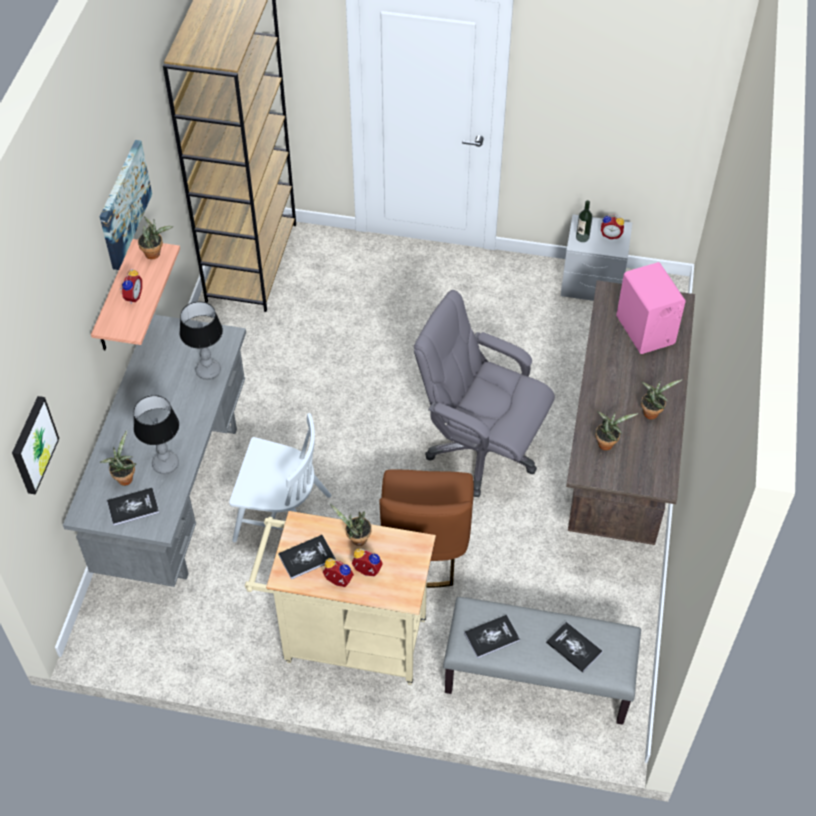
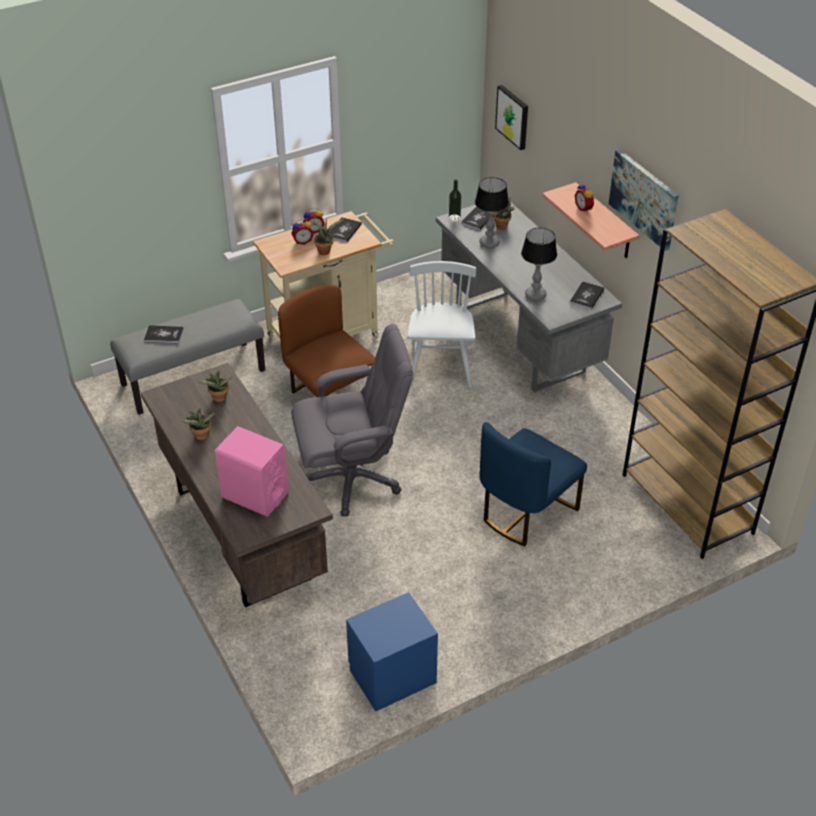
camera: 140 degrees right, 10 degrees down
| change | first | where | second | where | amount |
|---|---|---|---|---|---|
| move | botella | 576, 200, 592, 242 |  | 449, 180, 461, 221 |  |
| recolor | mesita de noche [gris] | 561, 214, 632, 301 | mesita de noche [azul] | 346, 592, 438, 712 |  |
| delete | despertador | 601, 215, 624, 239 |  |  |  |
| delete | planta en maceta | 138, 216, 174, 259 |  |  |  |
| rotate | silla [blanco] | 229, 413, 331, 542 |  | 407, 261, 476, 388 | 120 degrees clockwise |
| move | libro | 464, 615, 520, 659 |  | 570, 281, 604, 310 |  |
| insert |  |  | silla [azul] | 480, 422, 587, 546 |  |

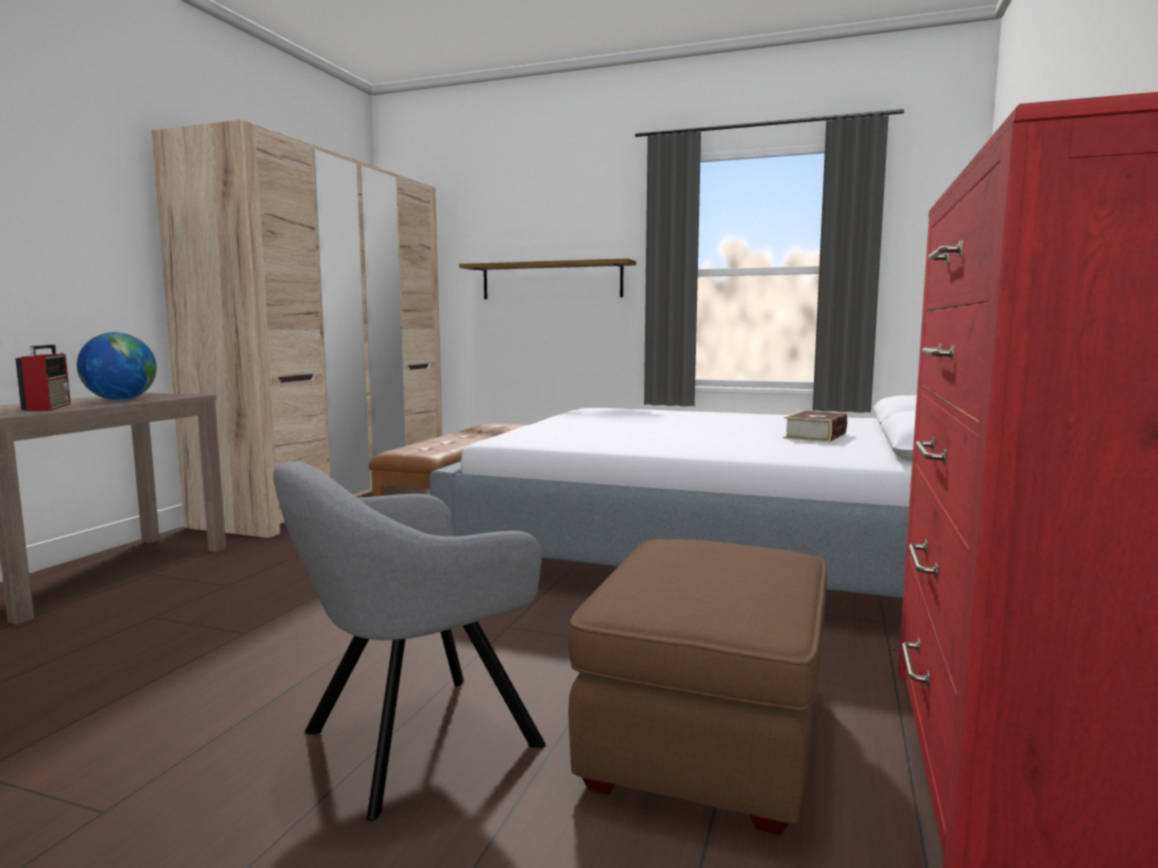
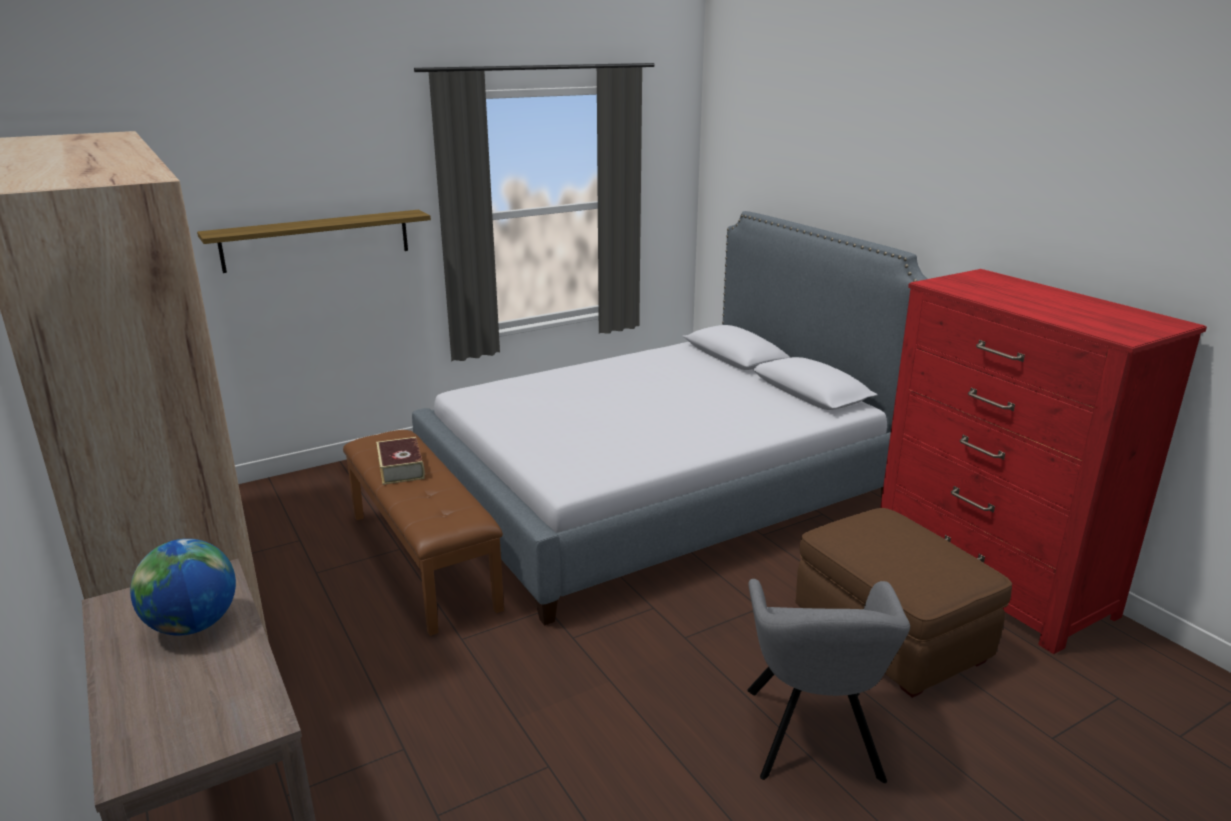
camera: 50 degrees left, 15 degrees up
| change | first | where | second | where | amount |
|---|---|---|---|---|---|
| delete | radio | 15, 345, 71, 411 |  |  |  |
| move | libro | 783, 410, 847, 442 |  | 376, 437, 425, 485 |  |

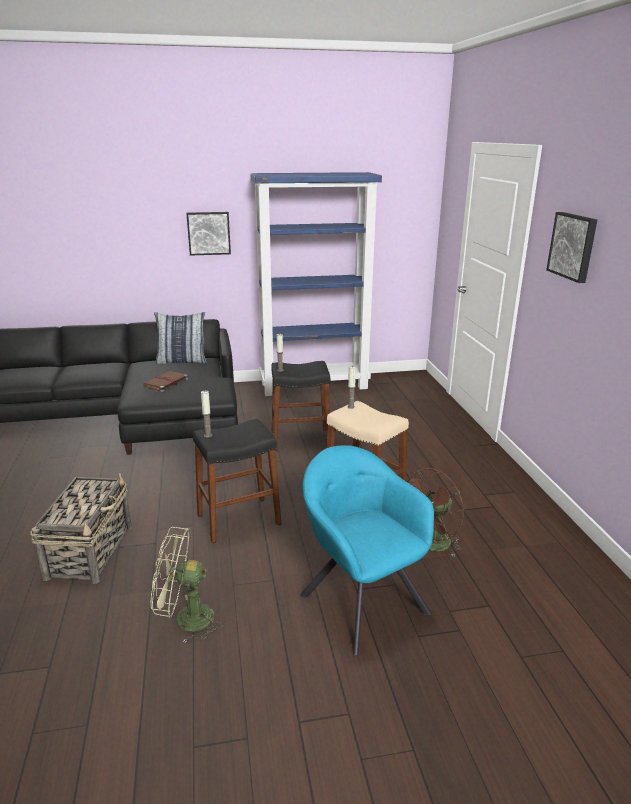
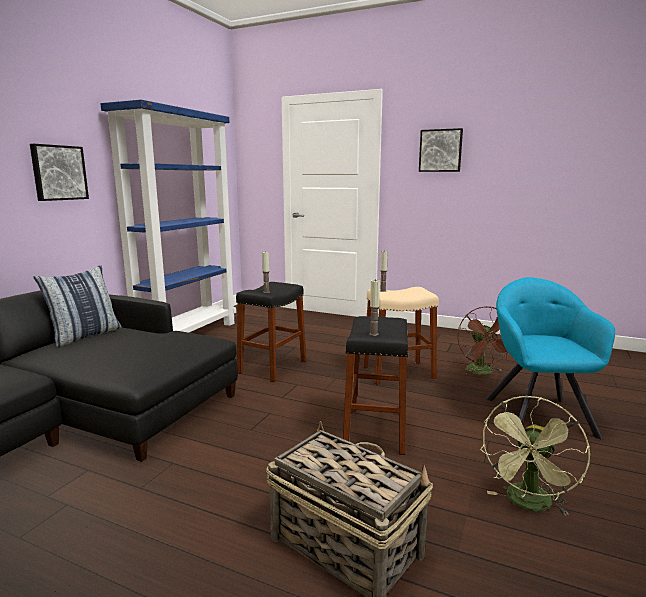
camera: 55 degrees left, 10 degrees down
| change | first | where | second | where | amount |
|---|---|---|---|---|---|
| delete | libro [marrón] | 143, 371, 188, 392 |  |  |  |
| rotate | sillón [turquesa] | 300, 445, 434, 656 |  | 486, 277, 615, 440 | 90 degrees clockwise |

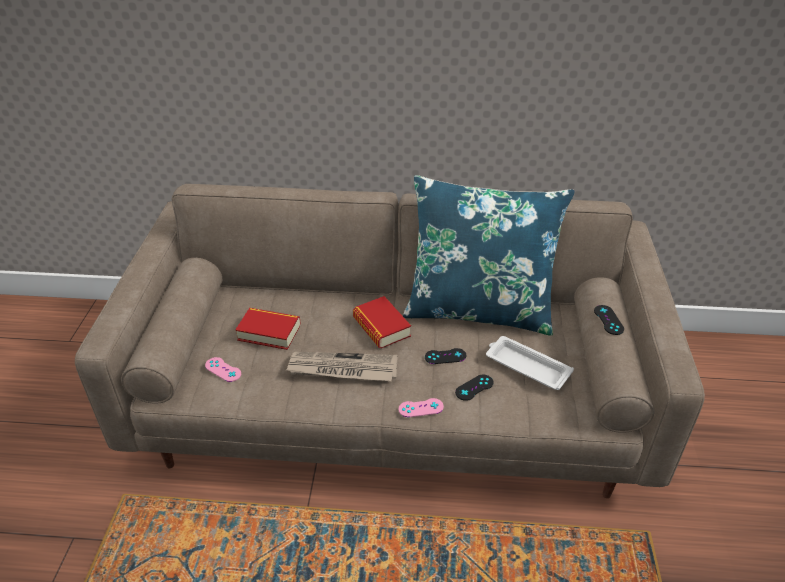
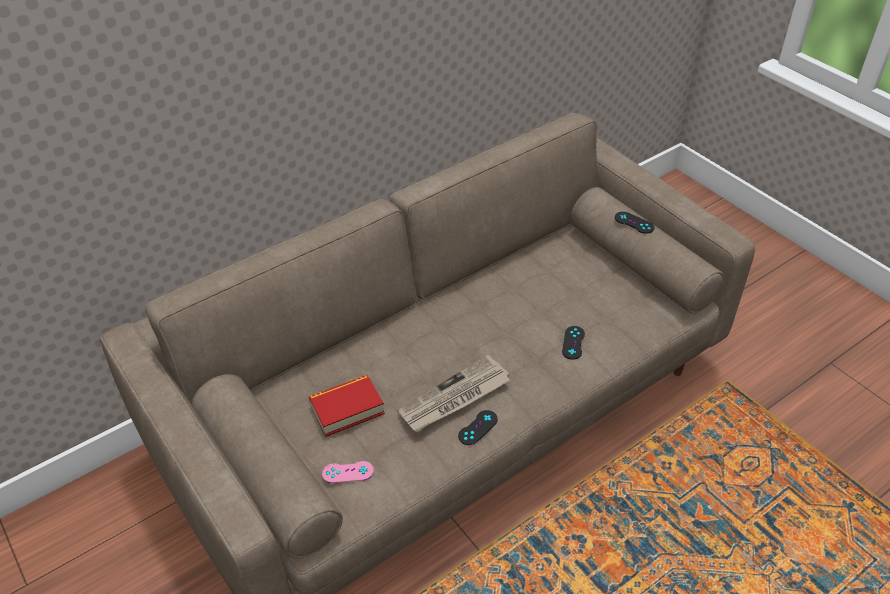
camera: 40 degrees left, 5 degrees up
| change | first | where | second | where | amount |
|---|---|---|---|---|---|
| delete | cojín [azul] | 403, 175, 575, 336 |  |  |  |
| delete | libro | 353, 296, 411, 348 |  |  |  |
| delete | bandeja [blanco] | 486, 336, 574, 390 |  |  |  |
| move | mando de consola [negro] | 425, 348, 467, 364 |  | 458, 410, 498, 445 |  |
| delete | mando de consola [rosa] | 399, 398, 444, 417 |  |  |  |

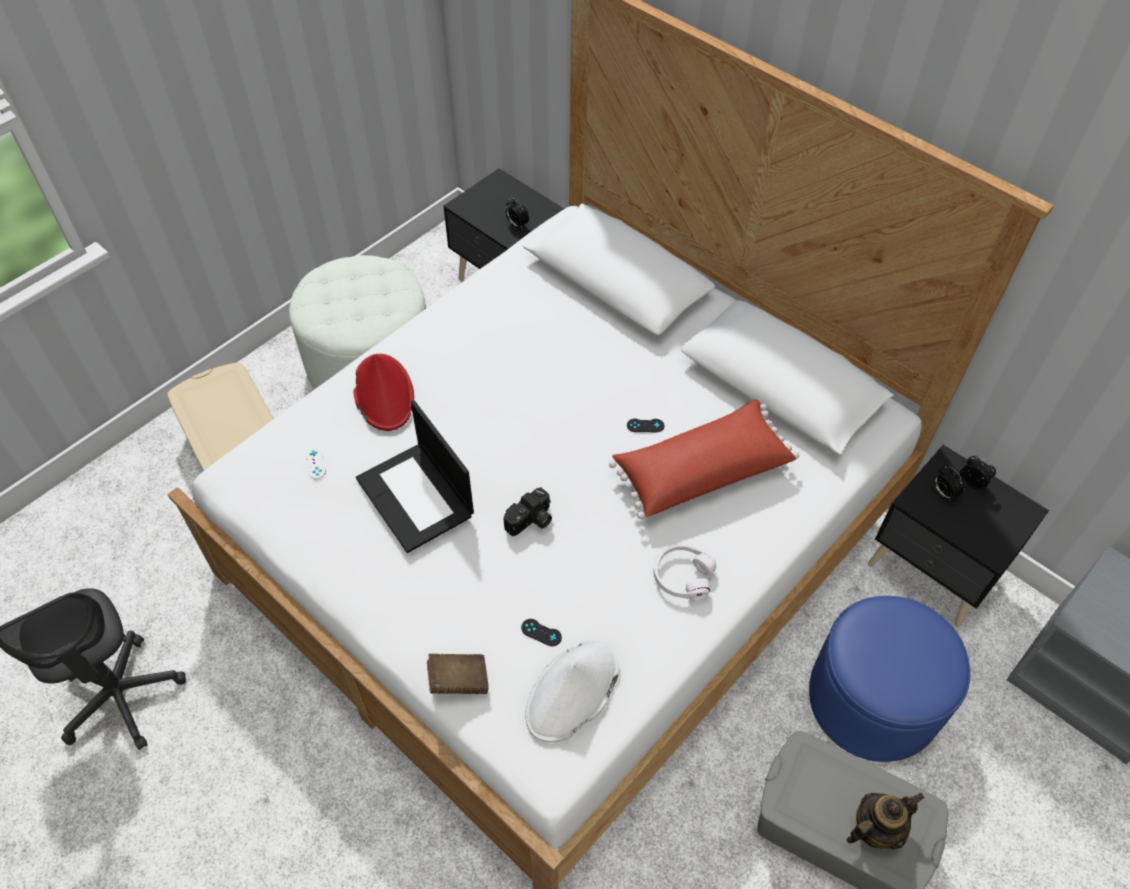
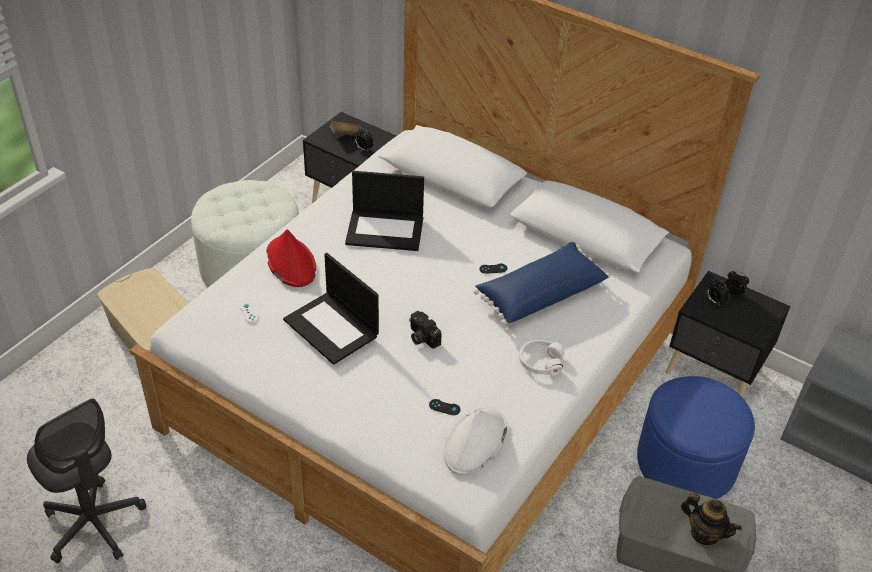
camera: 10 degrees left, 10 degrees down
| change | first | where | second | where | amount |
|---|---|---|---|---|---|
| recolor | cojín [rojo] | 609, 399, 799, 519 | cojín [azul] | 474, 242, 610, 325 |  |
| rotate | cámara | 503, 487, 552, 536 |  | 409, 311, 442, 349 | 105 degrees clockwise |
| move | libro [marrón] | 427, 654, 489, 694 |  | 330, 121, 361, 136 |  |
| rotate | tetera | 846, 793, 924, 850 |  | 681, 492, 742, 545 | 75 degrees clockwise |
| insert |  |  | portátil | 345, 171, 424, 251 |  |

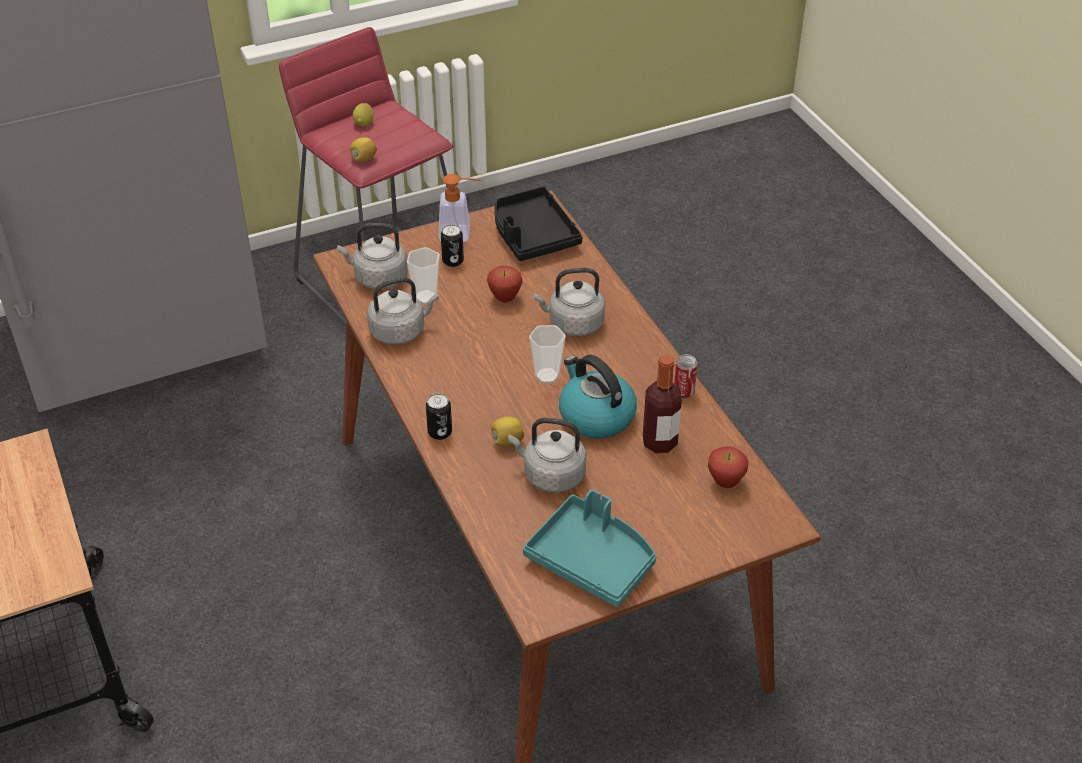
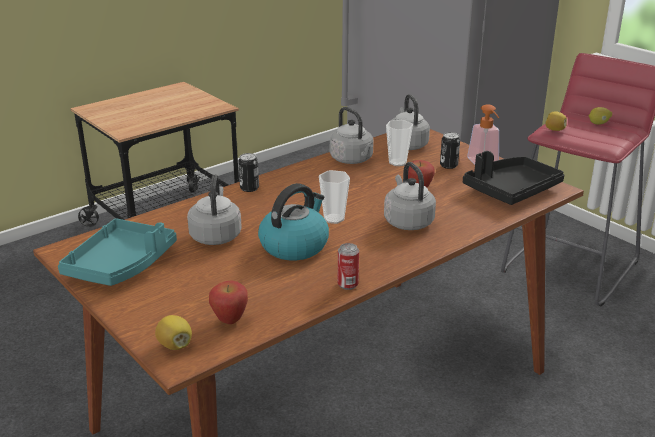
camera: 75 degrees right, 15 degrees down
| change | first | where | second | where | amount |
|---|---|---|---|---|---|
| delete | botella | 643, 355, 682, 453 |  |  |  |
| move | limón | 491, 416, 524, 447 |  | 155, 315, 192, 350 |  |

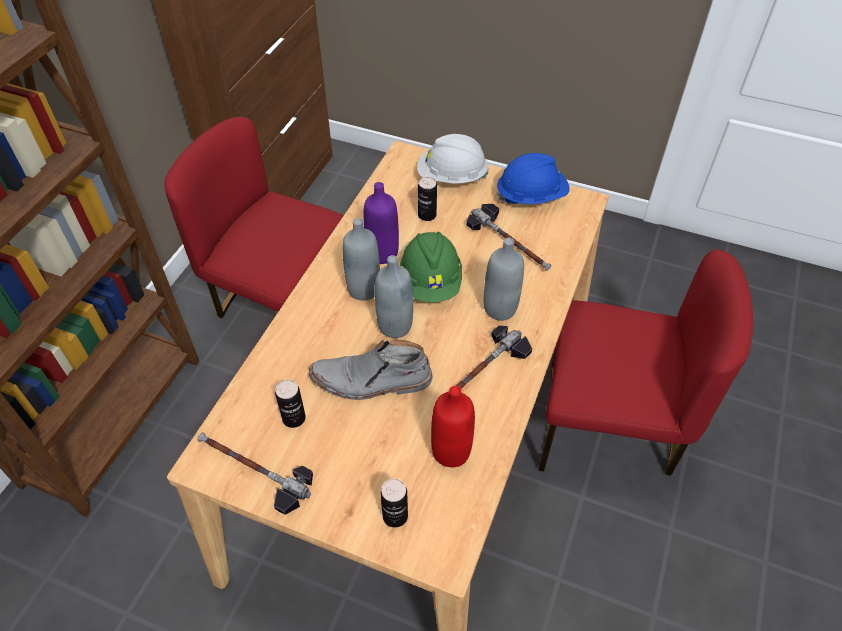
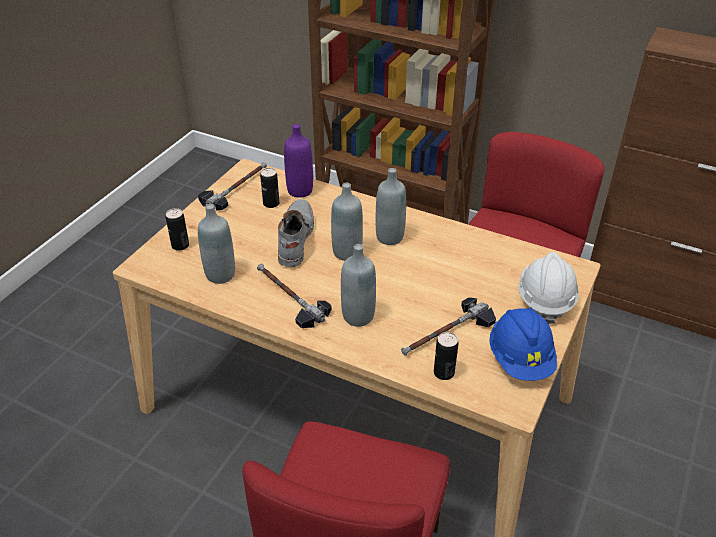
camera: 95 degrees right, 10 degrees down
| change | first | where | second | where | amount |
|---|---|---|---|---|---|
| move | lata | 418, 177, 437, 221 |  | 434, 332, 458, 380 |  |
| move | botella [morado] | 364, 182, 399, 264 |  | 284, 124, 313, 198 |  |
| delete | casco [verde] | 400, 232, 462, 302 |  |  |  |
| recolor | botella [rojo] | 431, 386, 475, 467 | botella [gris] | 198, 204, 235, 284 |  |

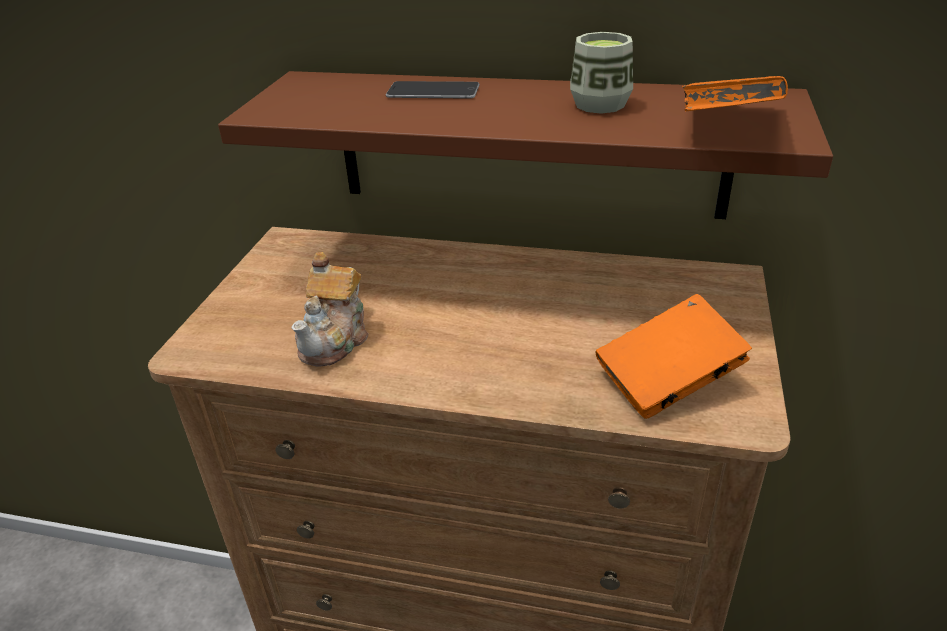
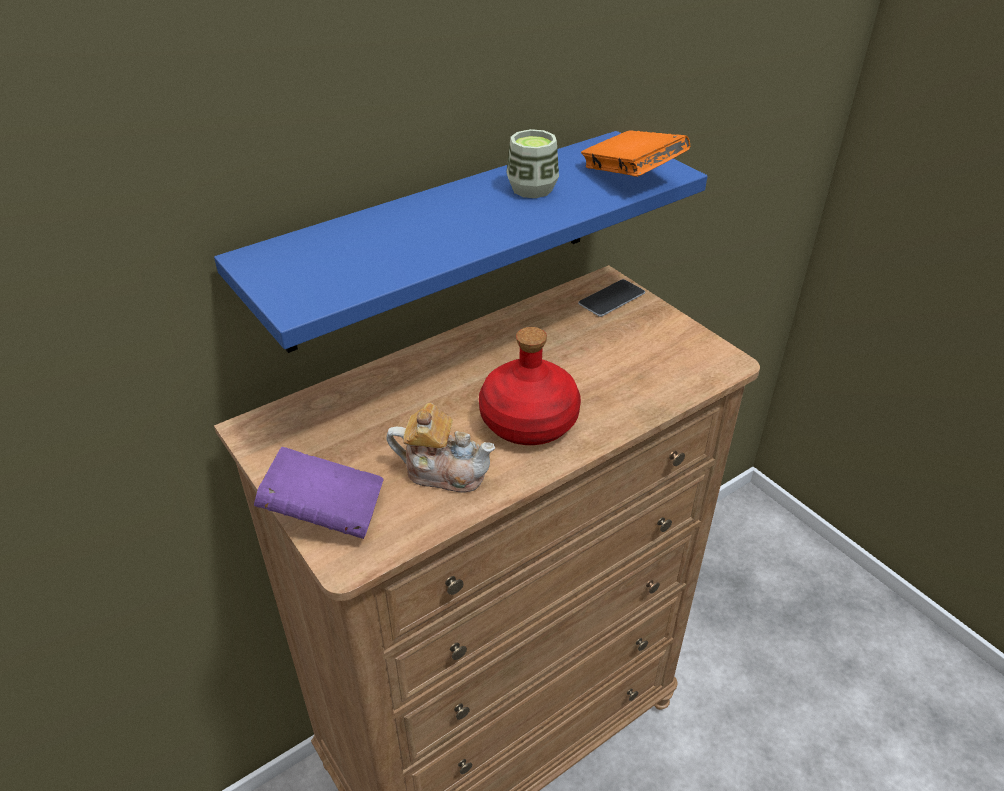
camera: 50 degrees left, 5 degrees up
| change | first | where | second | where | amount |
|---|---|---|---|---|---|
| recolor | estante [marrón] | 218, 71, 833, 219 | estante [azul] | 214, 131, 707, 353 |  |
| move | móvil | 386, 81, 480, 99 |  | 578, 279, 645, 317 |  |
| rotate | tetera | 291, 252, 369, 367 |  | 386, 403, 495, 493 | 45 degrees counterclockwise |
| delete | libro [naranja] | 596, 294, 752, 419 |  |  |  |
| insert |  |  | botella [rojo] | 479, 327, 581, 445 |  |
| insert |  |  | libro [morado] | 254, 447, 384, 539 |  |

